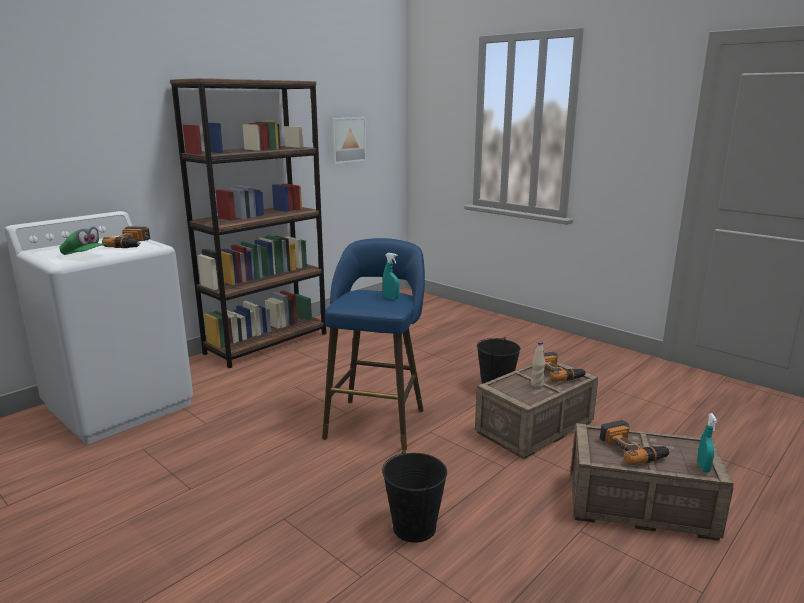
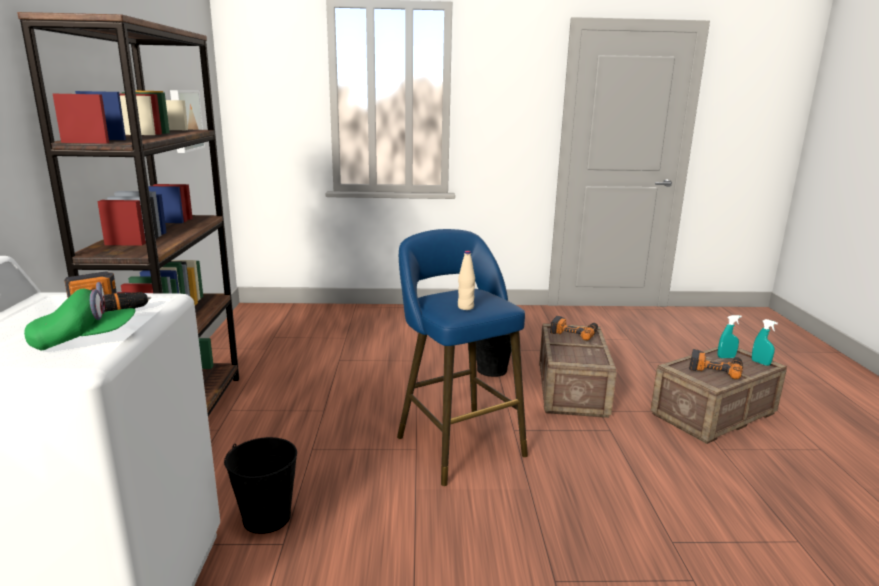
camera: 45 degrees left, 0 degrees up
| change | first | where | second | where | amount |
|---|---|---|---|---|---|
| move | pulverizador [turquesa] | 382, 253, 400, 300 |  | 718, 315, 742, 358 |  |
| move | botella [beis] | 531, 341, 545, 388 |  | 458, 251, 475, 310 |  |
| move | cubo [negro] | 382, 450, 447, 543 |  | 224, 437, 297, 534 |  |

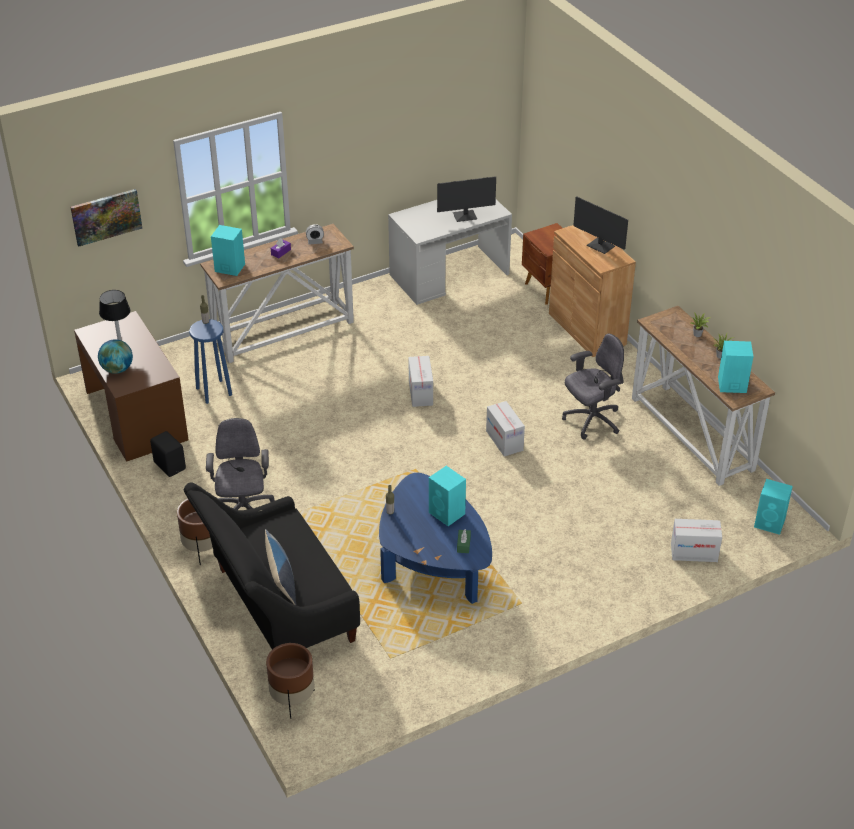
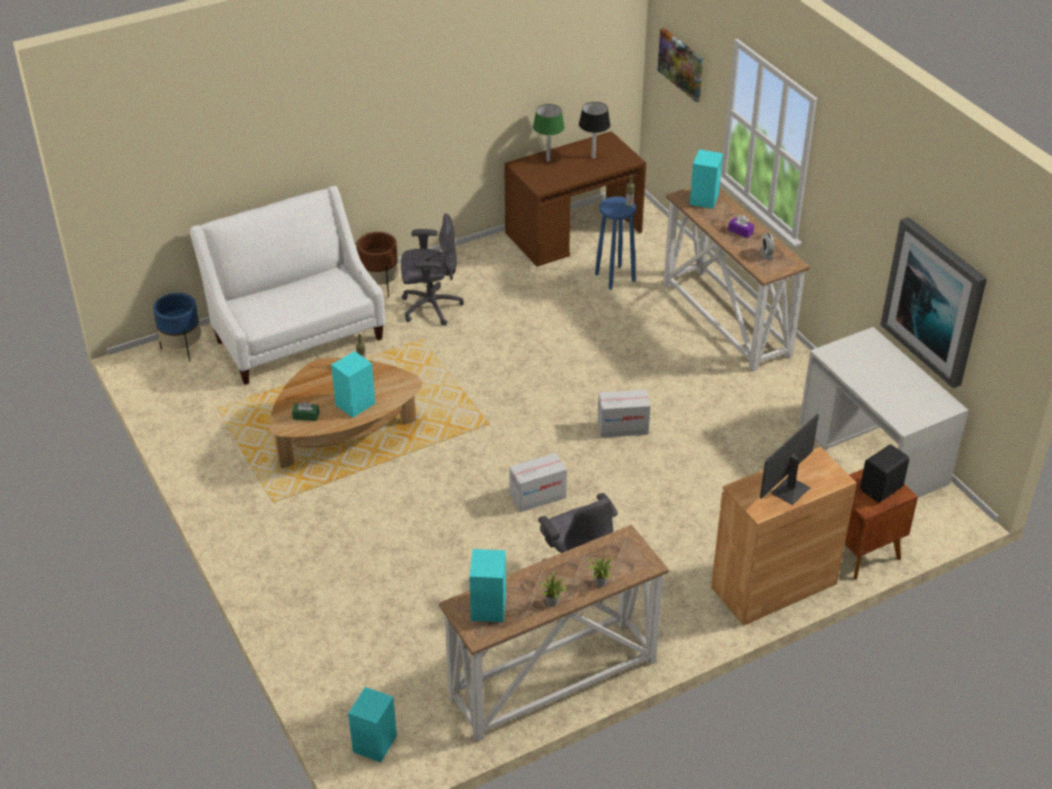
camera: 90 degrees right, 0 degrees up
| change | first | where | second | where | amount |
|---|---|---|---|---|---|
| delete | monitor | 437, 176, 496, 222 |  |  |  |
| replace | globo terráqueo | 98, 339, 133, 374 | lámpara de mesa [verde] | 533, 104, 565, 161 |  |
| move | altavoz [negro] | 150, 431, 186, 477 |  | 860, 444, 909, 502 |  |
| recolor | mesa de centro [azul] | 379, 473, 492, 604 | mesa de centro [marrón] | 269, 358, 422, 468 |  |
| recolor | sofá [negro] | 184, 482, 360, 650 | sofá [blanco] | 190, 186, 385, 385 |  |
| delete | caja de cartón | 671, 519, 722, 562 |  |  |  |
| delete | cojín | 265, 529, 296, 605 |  |  |  |
| recolor | maceta [marrón] | 266, 643, 315, 719 | maceta [azul] | 153, 293, 201, 362 |  |
| insert |  |  | cuadro | 880, 217, 987, 388 |  |

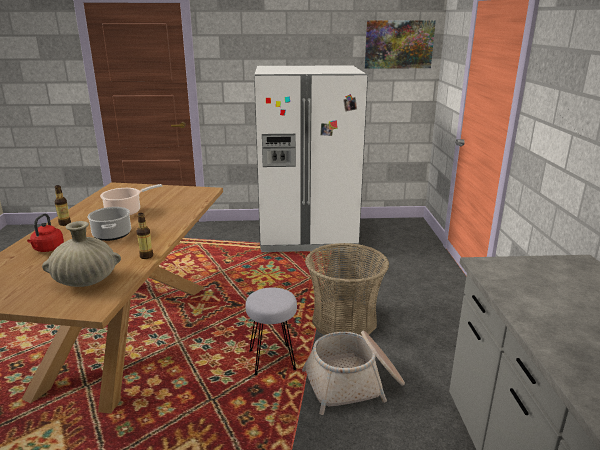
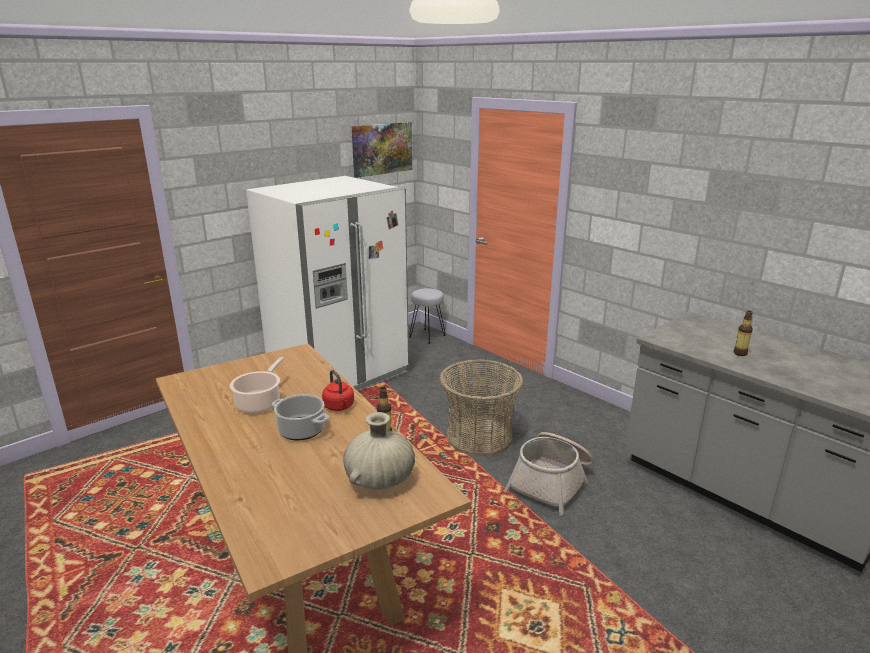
camera: 40 degrees left, 0 degrees up
| change | first | where | second | where | amount |
|---|---|---|---|---|---|
| move | botella | 54, 185, 71, 226 |  | 734, 311, 753, 356 |  |
| move | hervidor [rojo] | 27, 214, 64, 252 |  | 322, 370, 354, 411 |  |
| move | taburete [gris] | 245, 287, 297, 376 |  | 409, 288, 446, 344 |  |

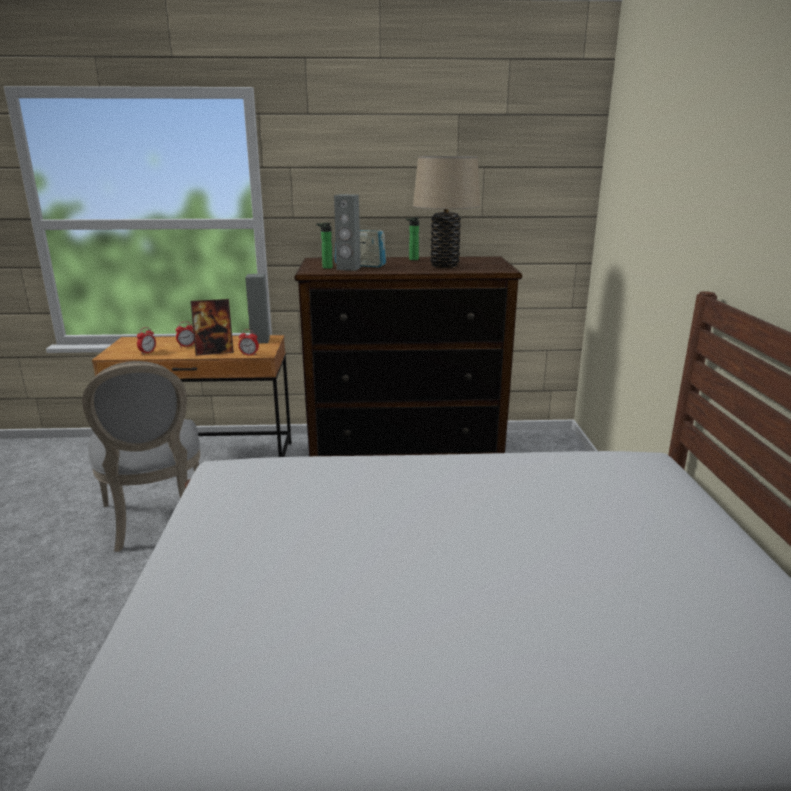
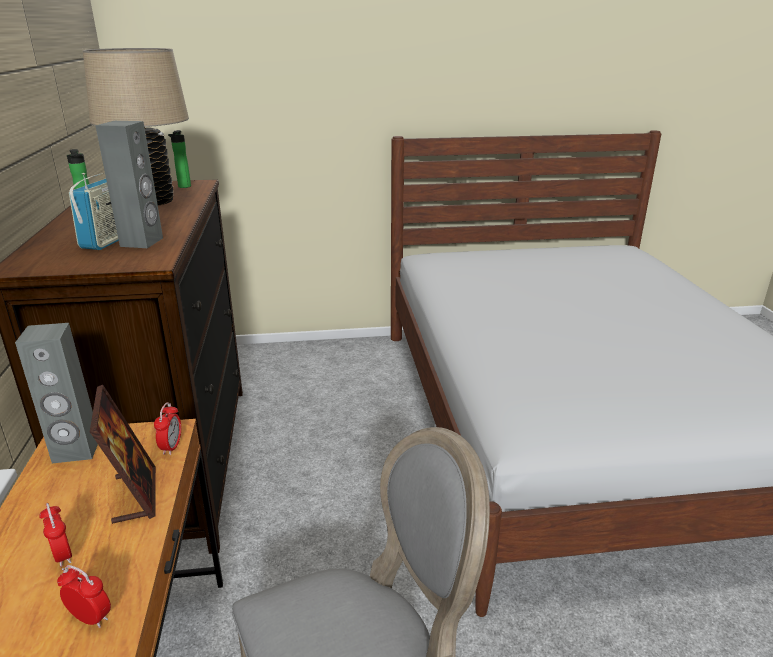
camera: 95 degrees left, 5 degrees up
| change | first | where | second | where | amount |
|---|---|---|---|---|---|
| move | botella | 316, 223, 333, 269 |  | 168, 130, 191, 188 |  |

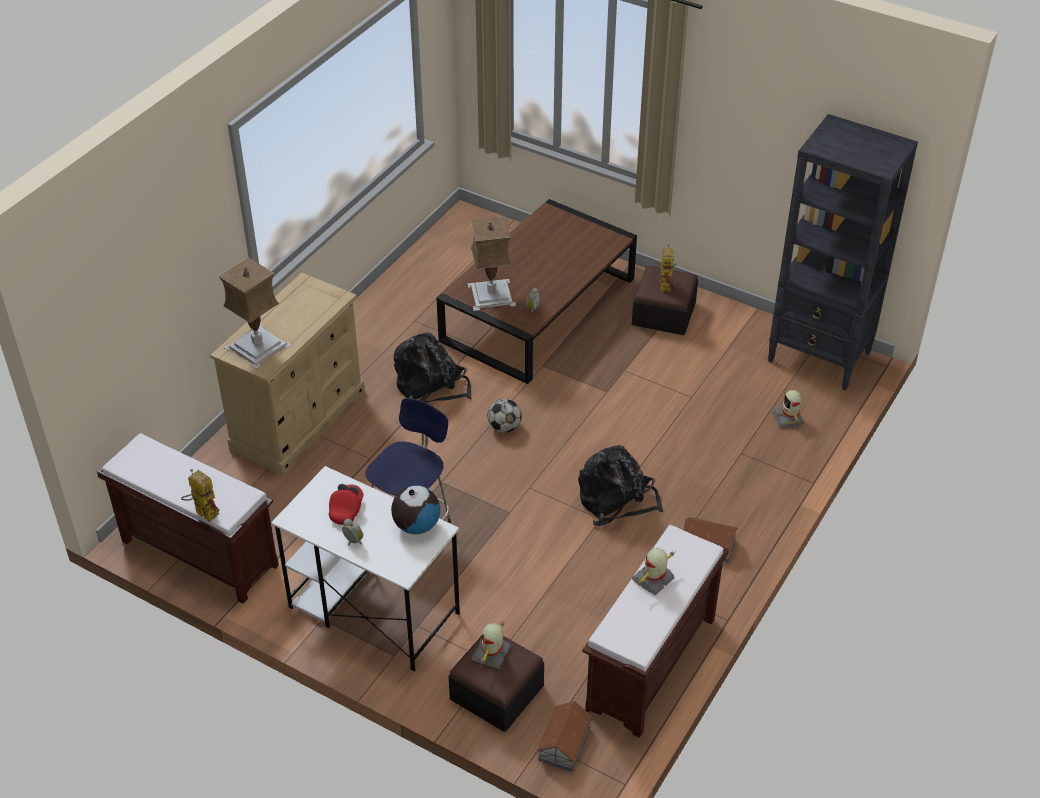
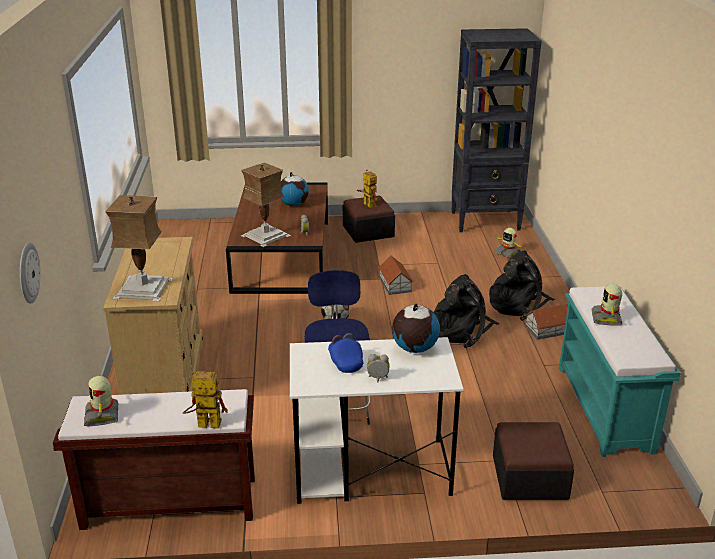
camera: 35 degrees left, 15 degrees down
| change | first | where | second | where | amount |
|---|---|---|---|---|---|
| move | mochila [negro] | 394, 332, 471, 402 |  | 489, 250, 555, 321 |  |
| recolor | gorra [rojo] | 329, 484, 363, 525 | gorra [azul] | 328, 333, 363, 373 |  |
| recolor | banco [marrón] | 582, 525, 729, 738 | banco [turquesa] | 559, 286, 681, 457 |  |
| move | robot de juguete | 471, 620, 511, 669 |  | 84, 376, 118, 426 |  |
| move | casita | 537, 701, 593, 772 |  | 378, 255, 413, 295 |  |
| insert |  |  | globo terráqueo | 281, 172, 309, 206 |  |
| insert |  |  | reloj de pared | 20, 242, 41, 304 |  |

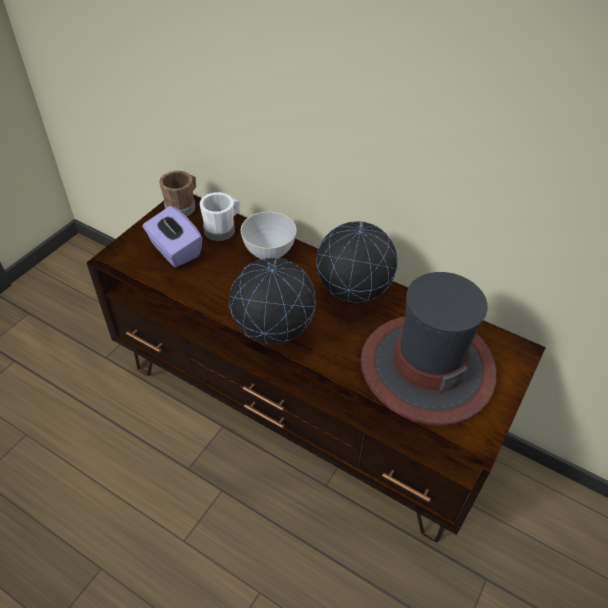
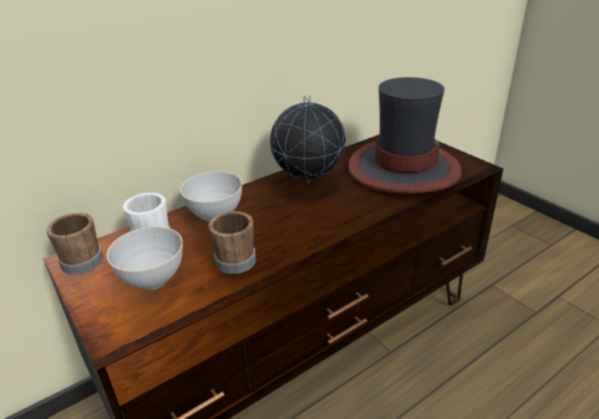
camera: 65 degrees left, 15 degrees down
| change | first | where | second | where | amount |
|---|---|---|---|---|---|
| replace | caja de pañuelos [morado] | 142, 206, 202, 267 | cuenco [gris] | 107, 226, 183, 290 |  |
| delete | globo terráqueo | 229, 258, 316, 344 |  |  |  |
| insert |  |  | taza grande [marrón] | 208, 211, 256, 274 |  |

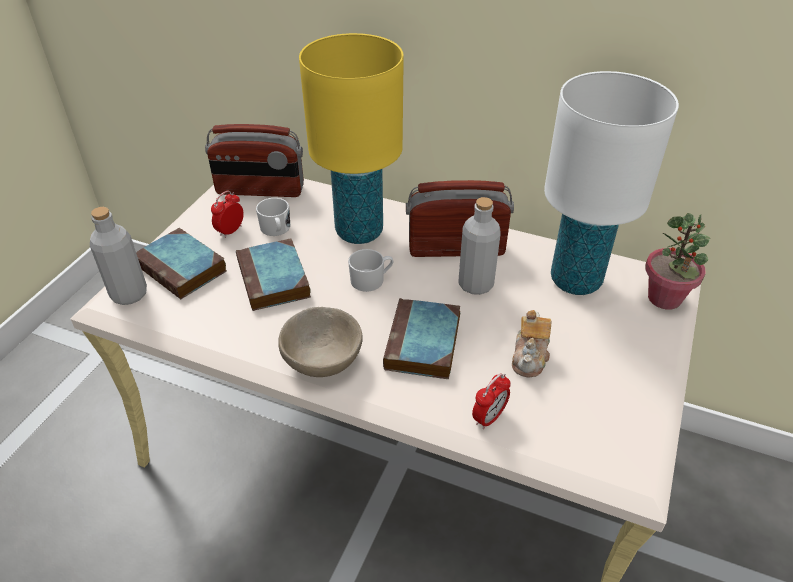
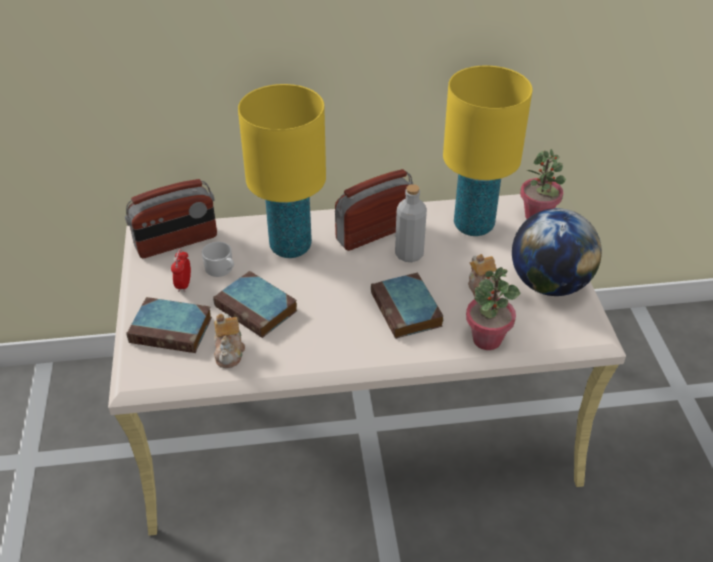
camera: 30 degrees left, 0 degrees up
| change | first | where | second | where | amount |
|---|---|---|---|---|---|
| recolor | lámpara de mesa [blanco] | 544, 71, 679, 295 | lámpara de mesa [amarillo] | 443, 66, 533, 236 |  |
| delete | botella [gris] | 90, 207, 147, 305 |  |  |  |
| delete | taza grande [blanco] | 348, 249, 393, 292 |  |  |  |
| delete | cuenco [beis] | 278, 307, 363, 377 |  |  |  |
| replace | despertador | 472, 373, 511, 430 | planta en maceta | 466, 267, 520, 350 |  |
| insert |  |  | globo terráqueo | 512, 208, 602, 296 |  |
| insert |  |  | tetera | 214, 314, 245, 368 |  |

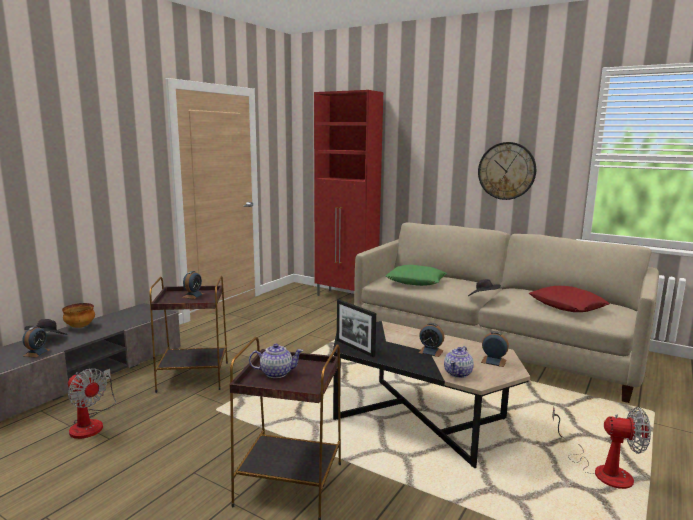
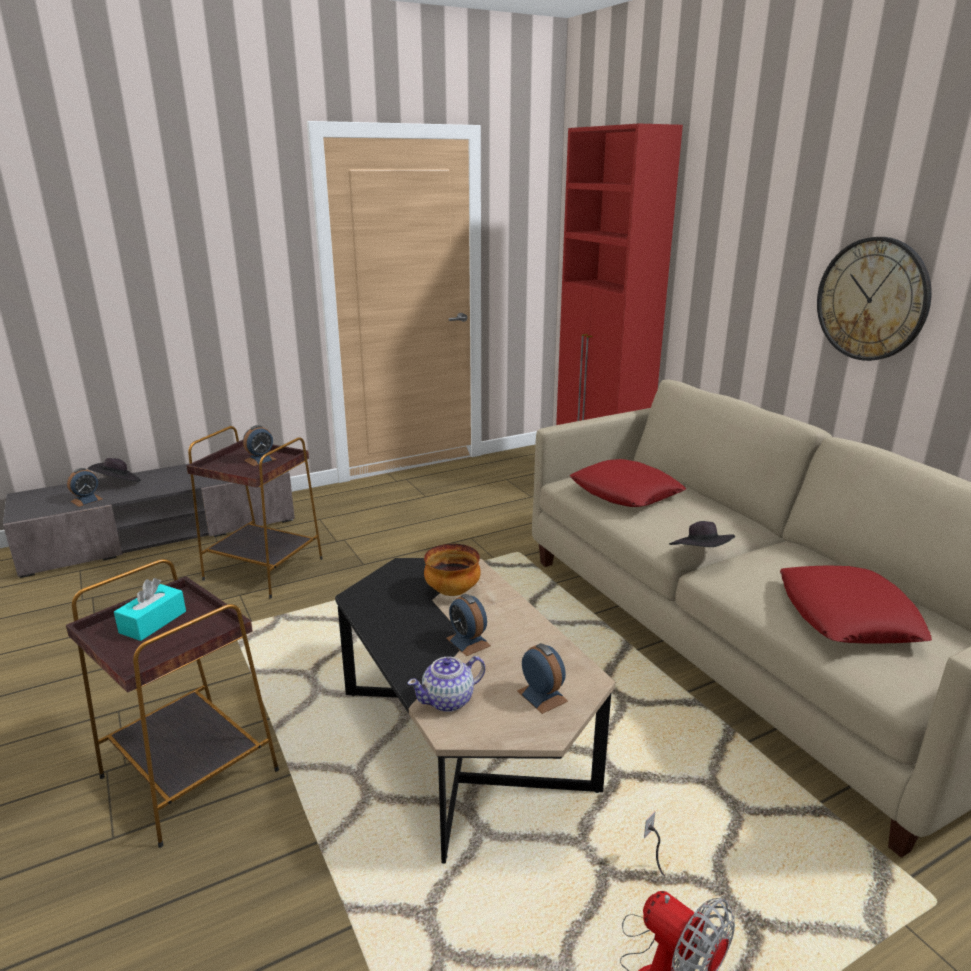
camera: 30 degrees right, 10 degrees up
| change | first | where | second | where | amount |
|---|---|---|---|---|---|
| recolor | cojín [verde] | 386, 265, 447, 286 | cojín [rojo] | 570, 459, 686, 507 |  |
| delete | portarretratos | 337, 300, 376, 357 |  |  |  |
| move | cuenco | 62, 303, 95, 328 |  | 424, 544, 481, 596 |  |
| replace | tetera | 249, 344, 303, 378 | caja de pañuelos [turquesa] | 114, 578, 186, 641 |  |
| delete | ventilador | 68, 368, 116, 439 |  |  |  |

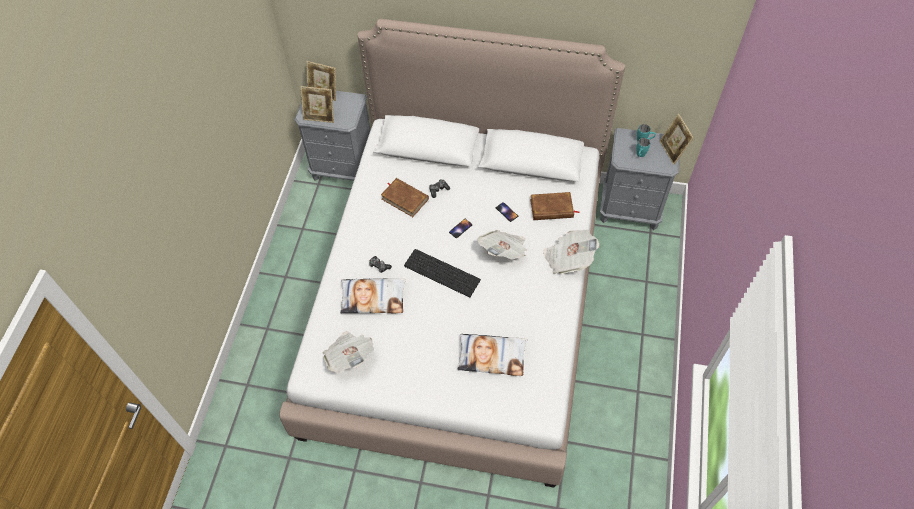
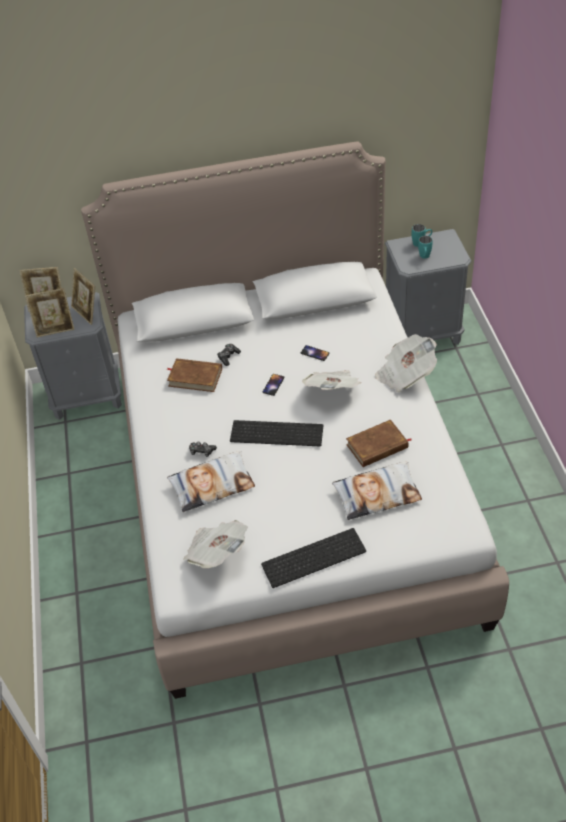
camera: 20 degrees left, 10 degrees down
| change | first | where | second | where | amount |
|---|---|---|---|---|---|
| move | portarretratos | 659, 114, 694, 165 |  | 71, 268, 95, 325 |  |
| move | libro [marrón] | 530, 192, 580, 220 |  | 346, 419, 411, 467 |  |
| insert |  |  | teclado | 261, 528, 366, 588 |  |

